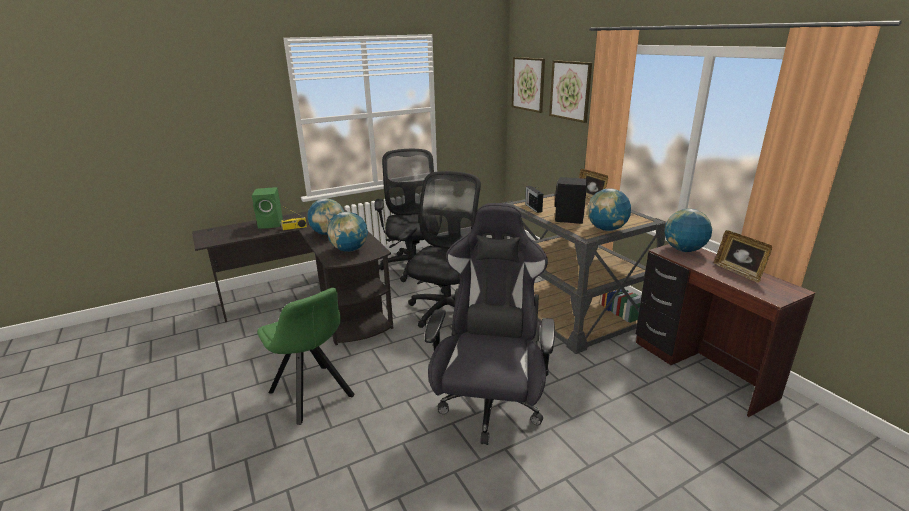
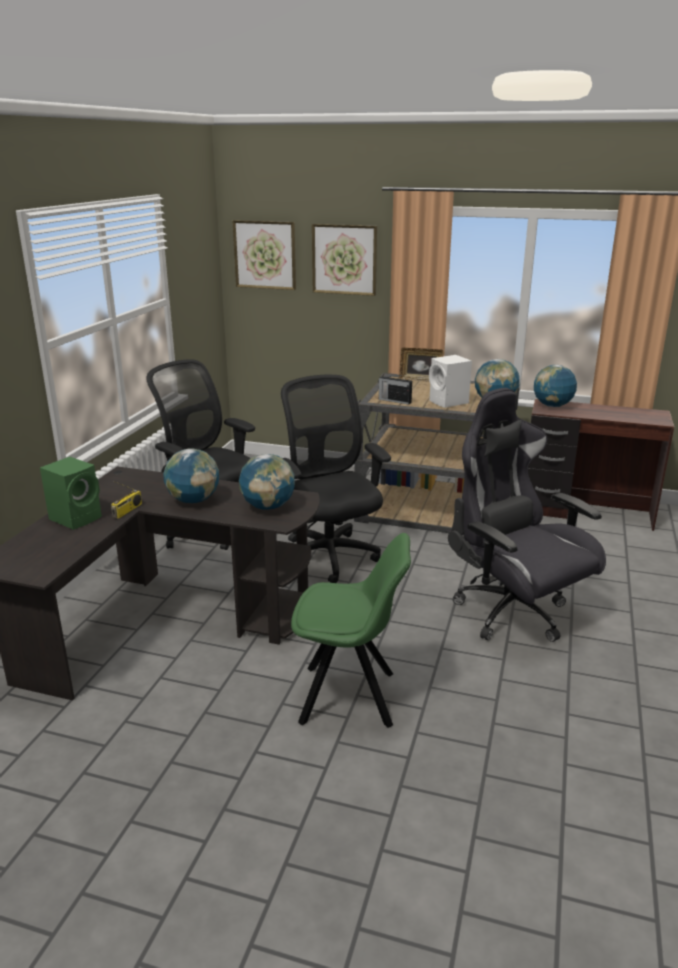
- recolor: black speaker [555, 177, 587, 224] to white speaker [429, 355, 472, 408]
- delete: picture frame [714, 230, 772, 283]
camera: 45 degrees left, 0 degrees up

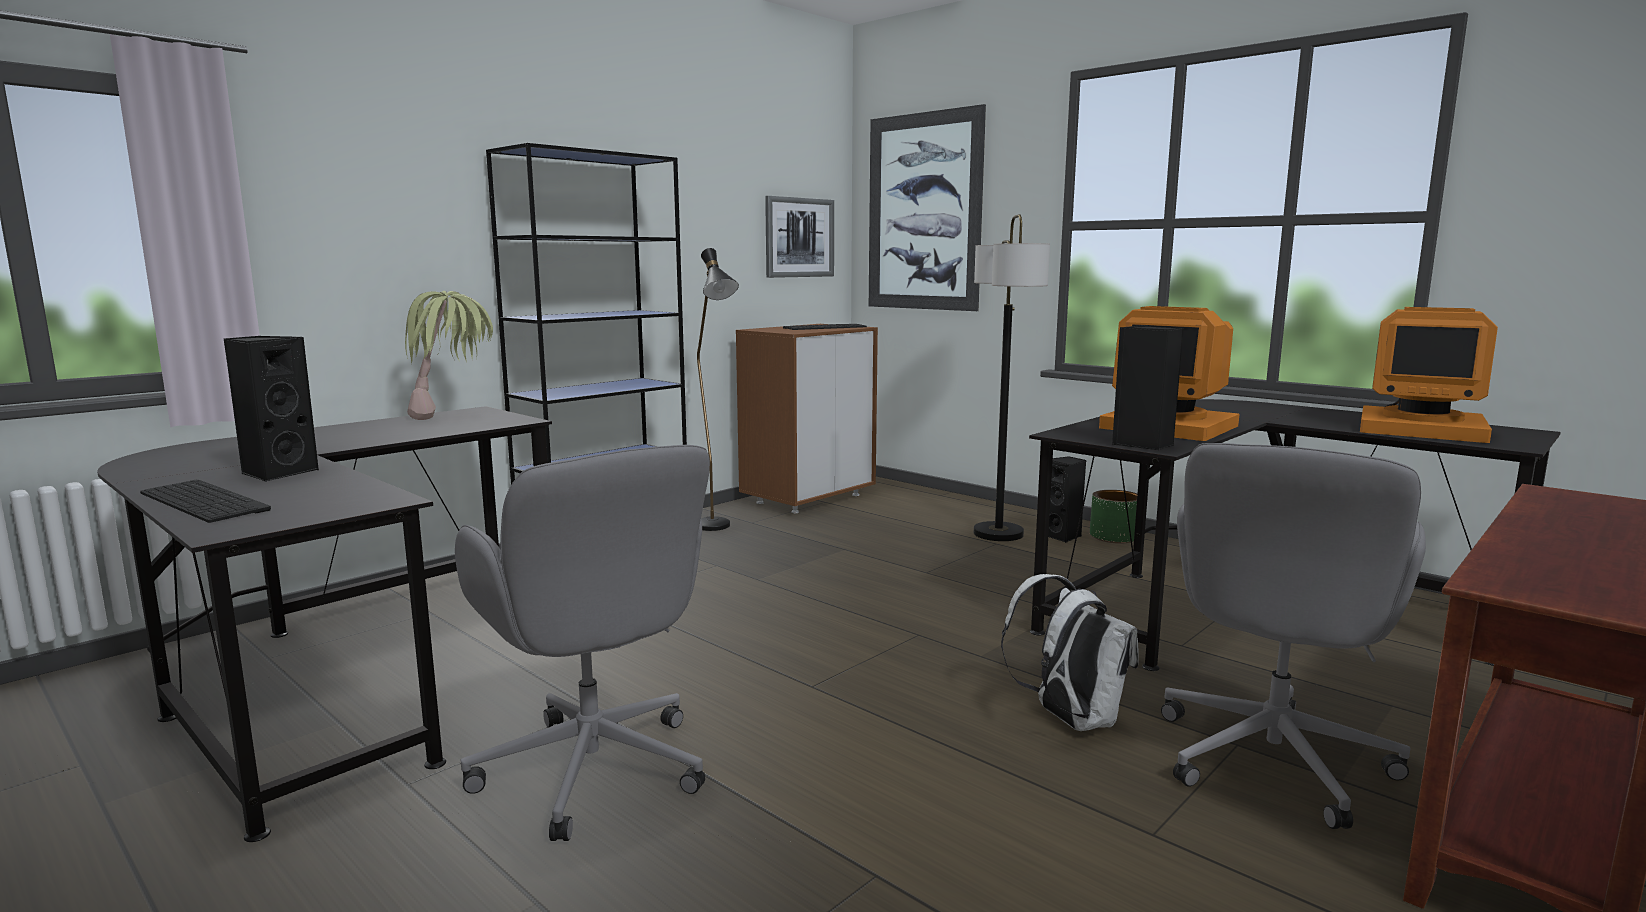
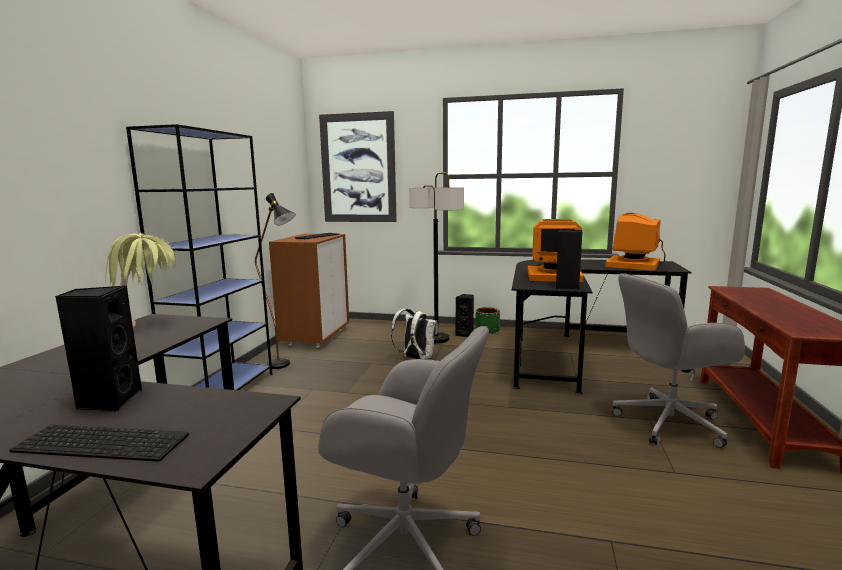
- delete: picture [765, 196, 834, 278]
- move: white backpack [1001, 574, 1139, 731] to [391, 309, 439, 359]
- rotate: grey office chair [1161, 443, 1426, 829] = [613, 273, 745, 448] 75 degrees clockwise
- rotate: monitor [1360, 307, 1498, 443] = [605, 213, 666, 271] 120 degrees clockwise
camera: 30 degrees left, 0 degrees up

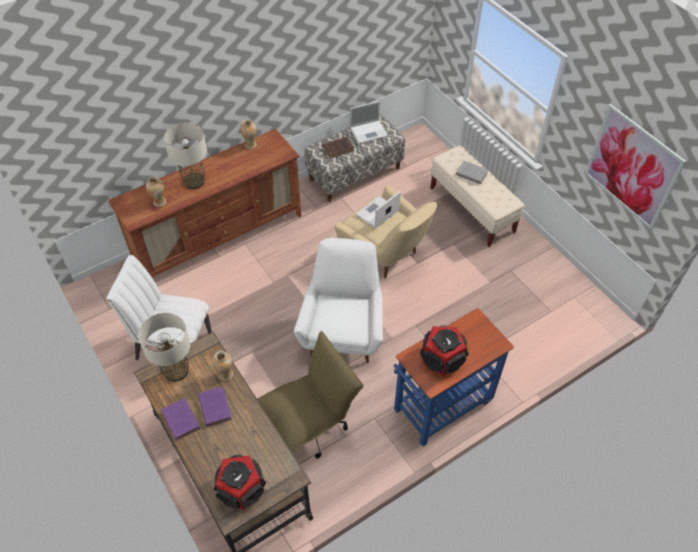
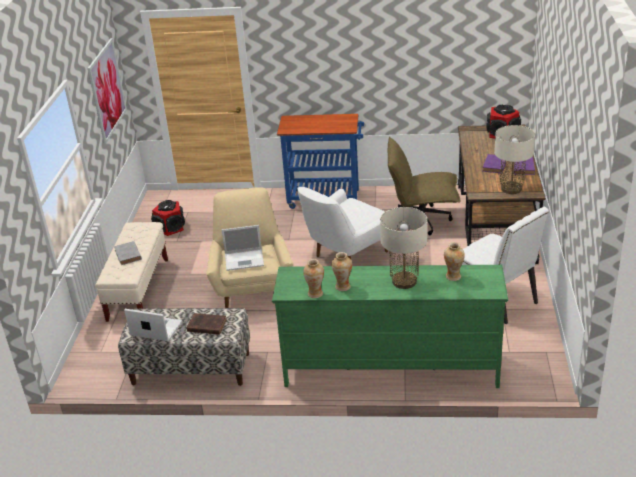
- recolor: brown dresser [108, 129, 301, 277] to green dresser [272, 265, 508, 388]
- move: vase [212, 351, 233, 381] to [332, 252, 352, 291]
- move: speaker [420, 326, 469, 376] to [151, 200, 185, 236]
camera: 140 degrees left, 20 degrees down

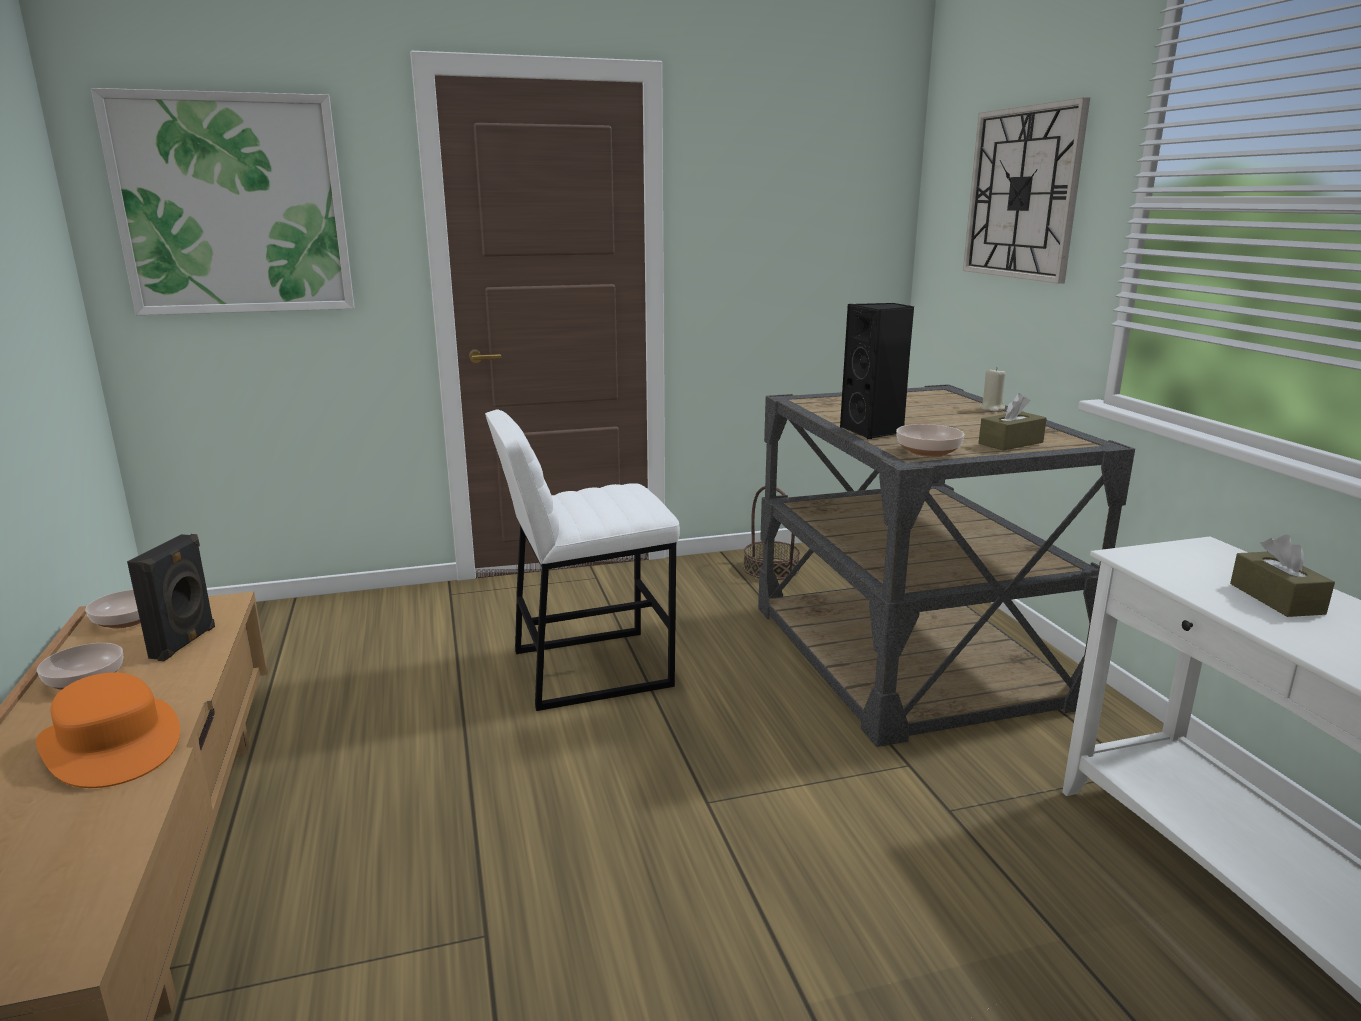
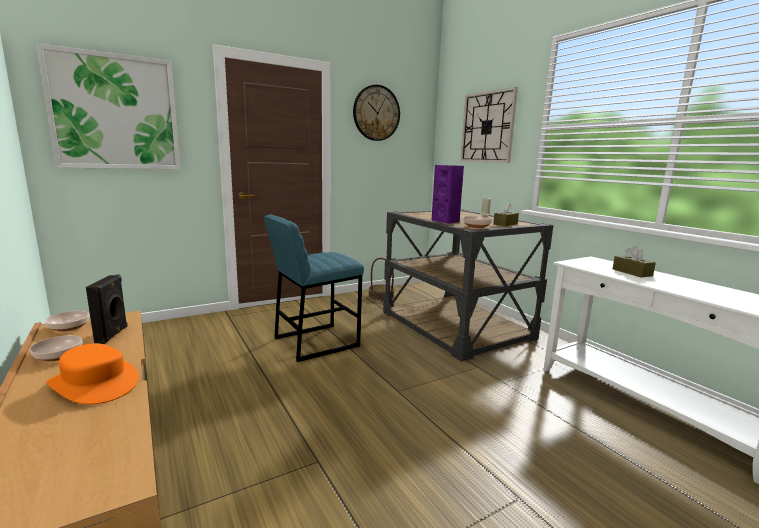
- recolor: white stool [485, 409, 680, 711] to blue stool [264, 214, 364, 362]
- recolor: black speaker [840, 303, 914, 439] to purple speaker [431, 165, 464, 224]
- insert: wall clock [353, 85, 400, 141]
camera: 15 degrees left, 5 degrees down

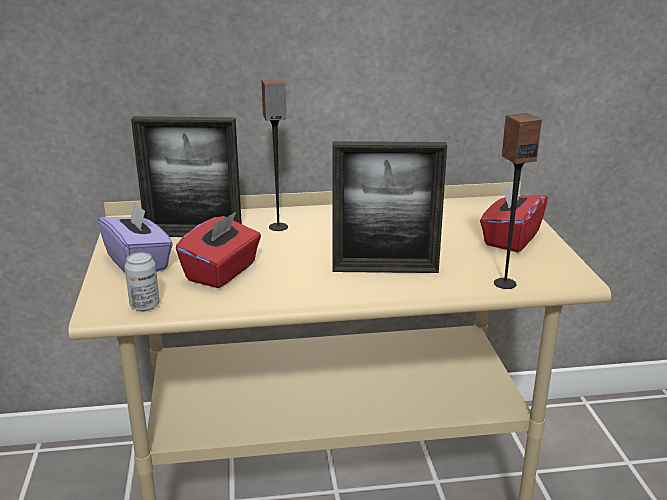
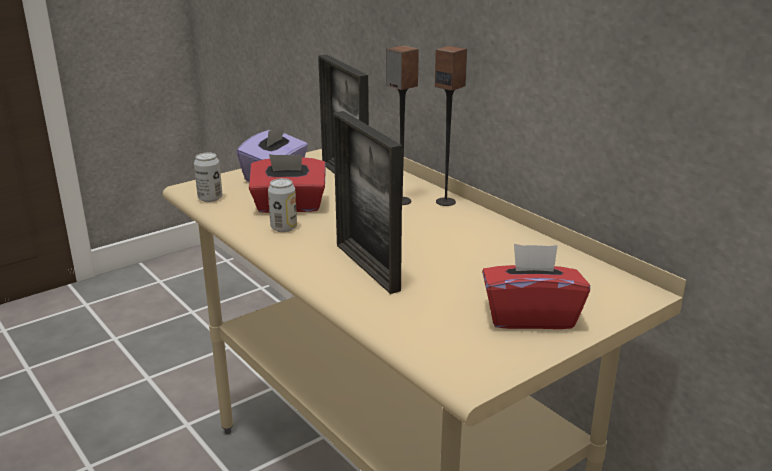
- move: speaker [494, 113, 542, 289] to [435, 46, 467, 206]
- insert: can [268, 178, 297, 232]
camera: 60 degrees right, 0 degrees up

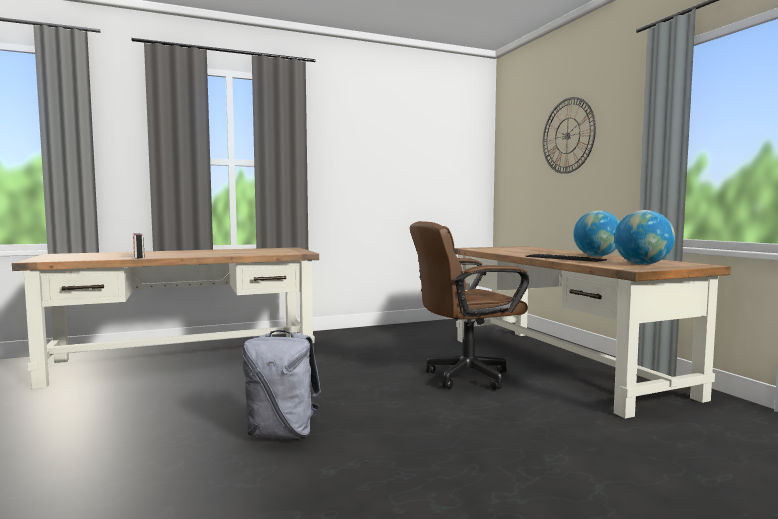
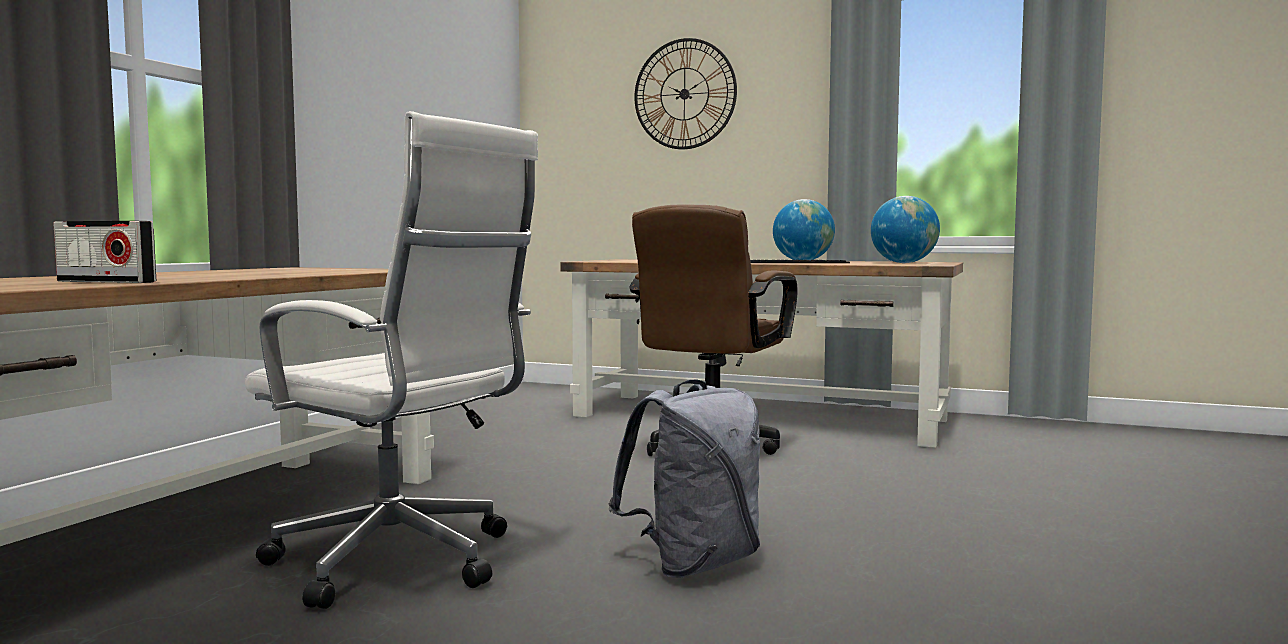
- insert: white office chair [245, 111, 538, 609]
camera: 45 degrees left, 0 degrees up

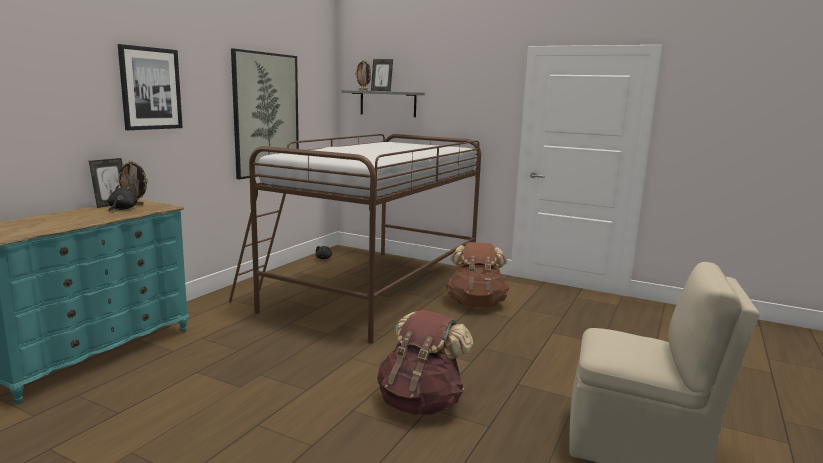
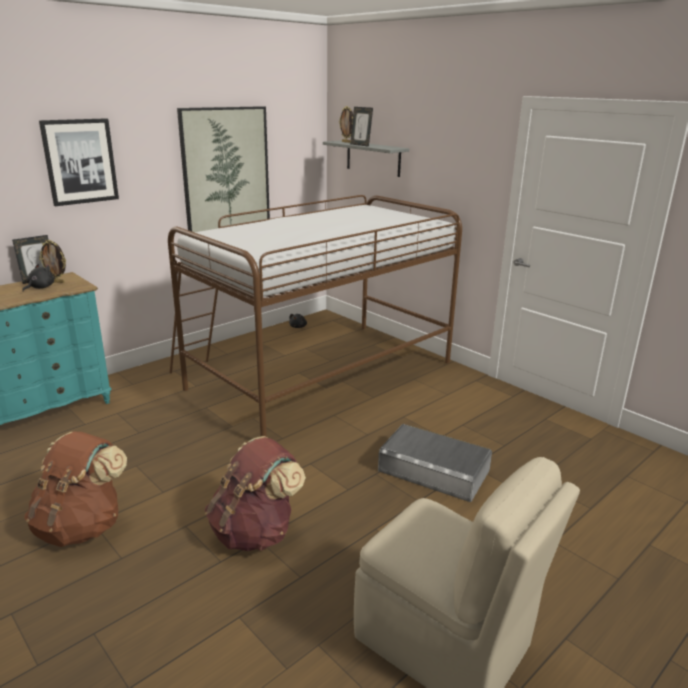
- move: brown backpack [446, 242, 509, 307] to [24, 432, 127, 547]
- insert: grey storage box [378, 424, 492, 502]
camera: 20 degrees right, 10 degrees up

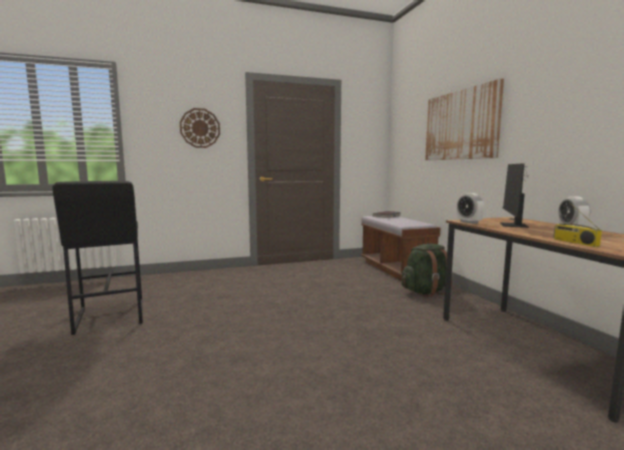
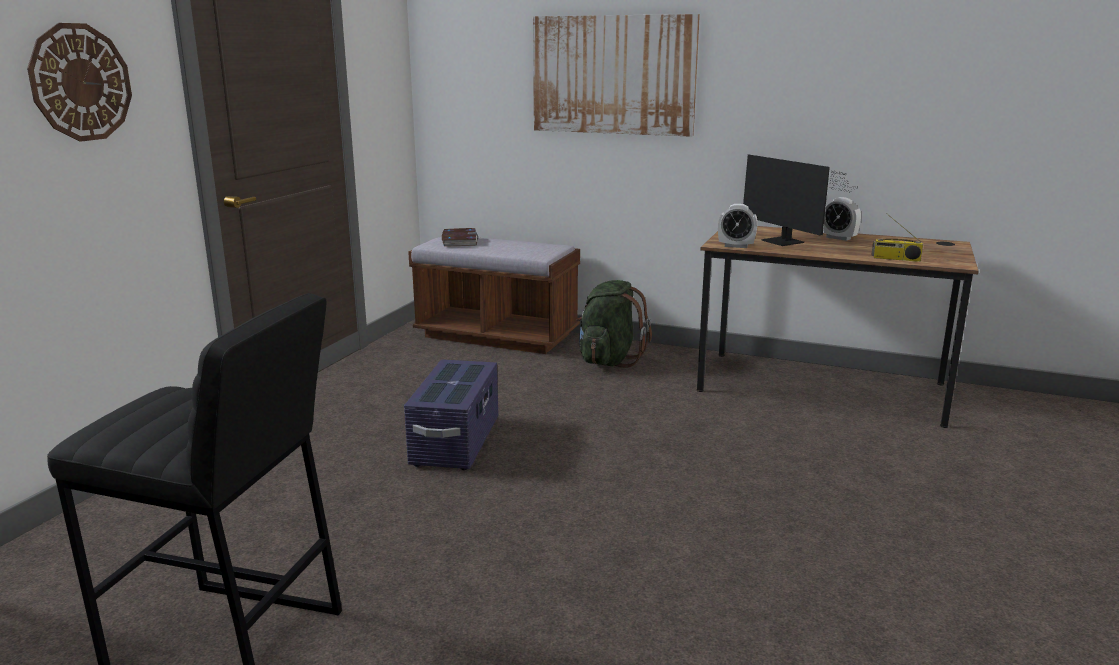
- insert: purple storage box [404, 359, 498, 470]
camera: 50 degrees left, 10 degrees up

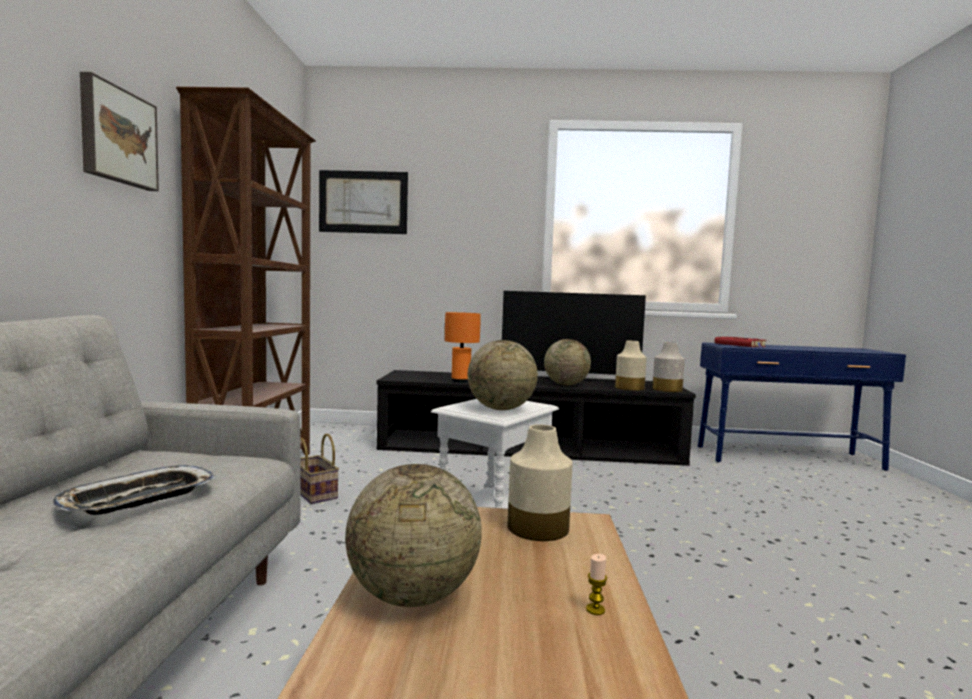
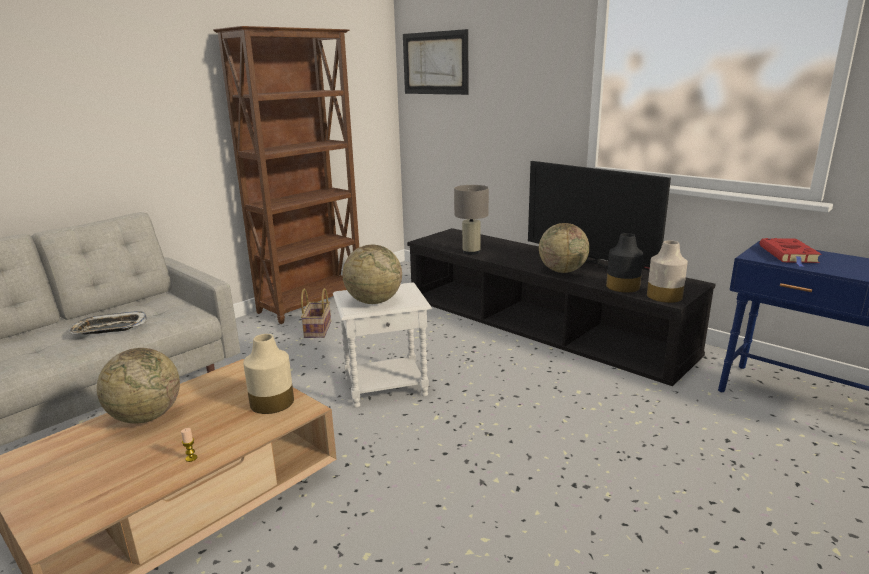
- delete: picture [80, 72, 159, 191]
- recolor: orange table lamp [445, 312, 481, 383] to grey table lamp [454, 185, 489, 255]
- recolor: beige vase [615, 341, 647, 391] to black vase [606, 233, 644, 293]
camera: 40 degrees right, 15 degrees up

